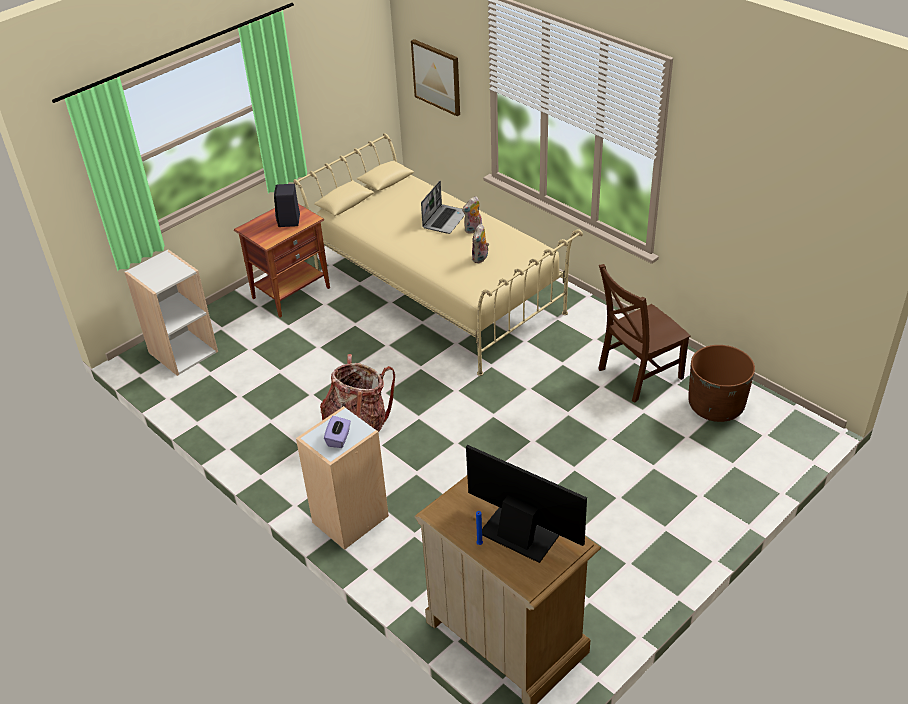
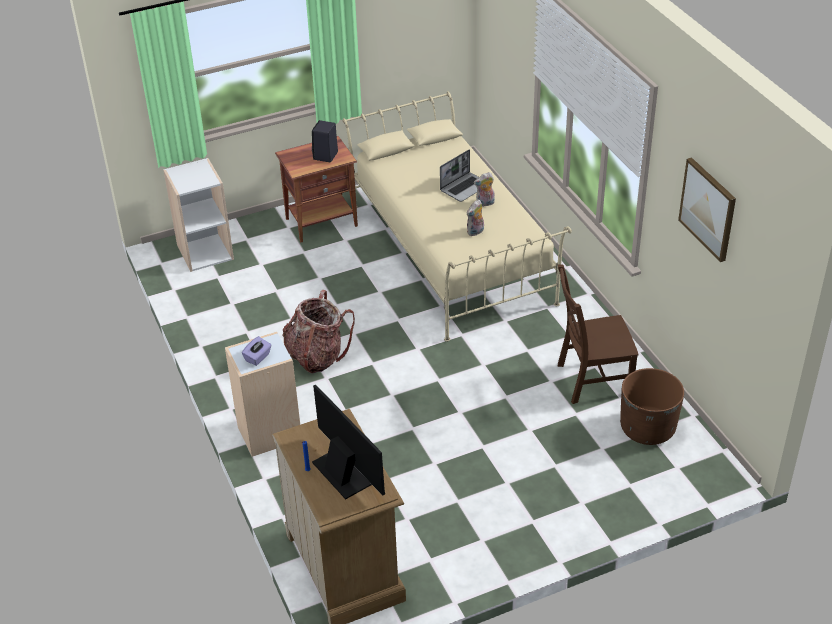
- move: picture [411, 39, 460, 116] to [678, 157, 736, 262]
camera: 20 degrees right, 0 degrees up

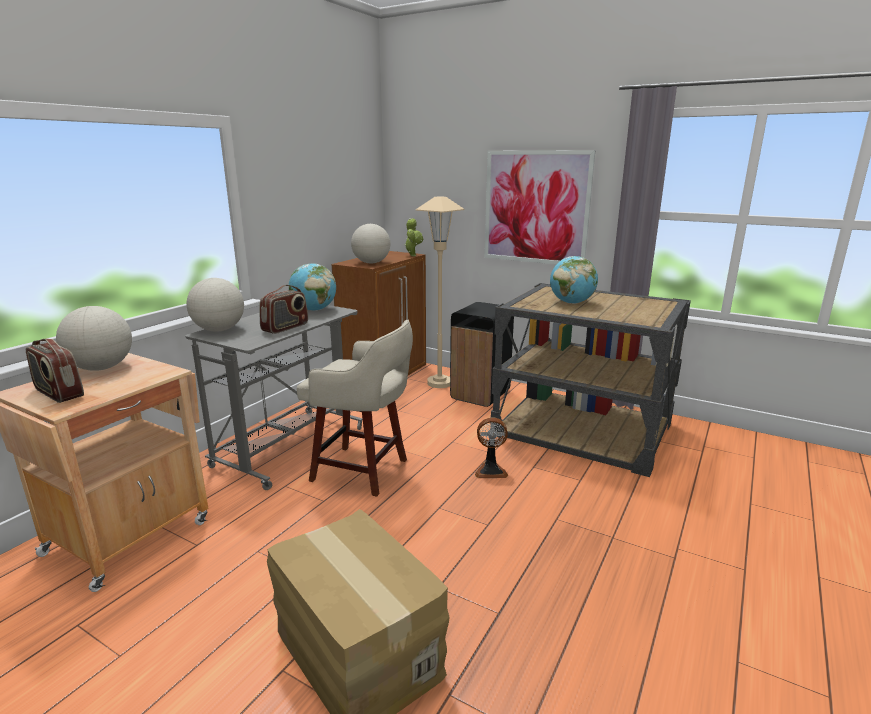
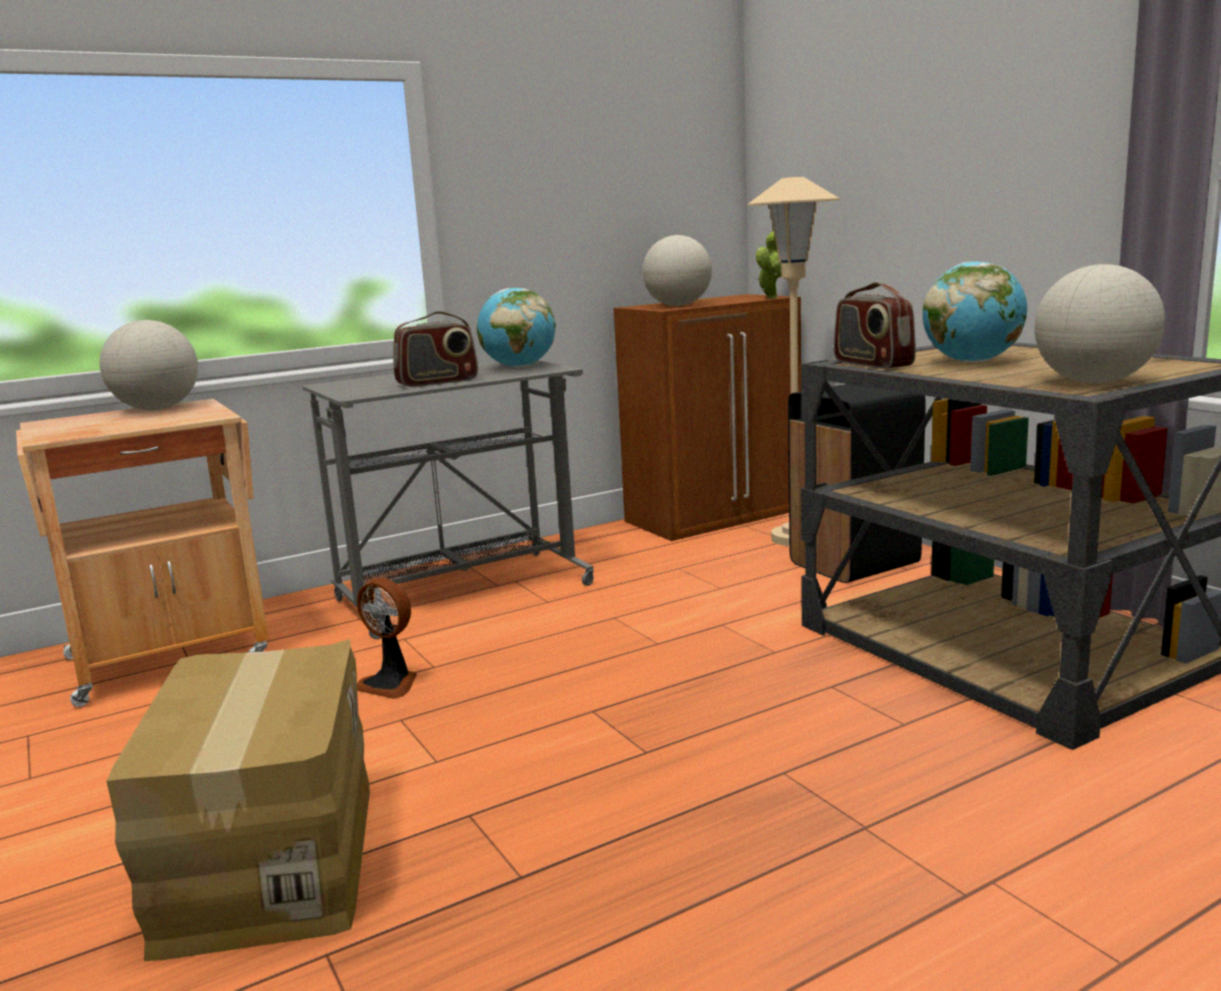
- move: radio [26, 339, 84, 403] to [834, 282, 916, 369]
- move: globe [187, 278, 244, 332] to [1034, 264, 1165, 384]
- delete: beige stool [297, 320, 413, 497]
- move: fan [475, 417, 508, 478] to [357, 578, 417, 699]
- delete: picture [484, 150, 595, 264]
camera: 30 degrees right, 5 degrees down

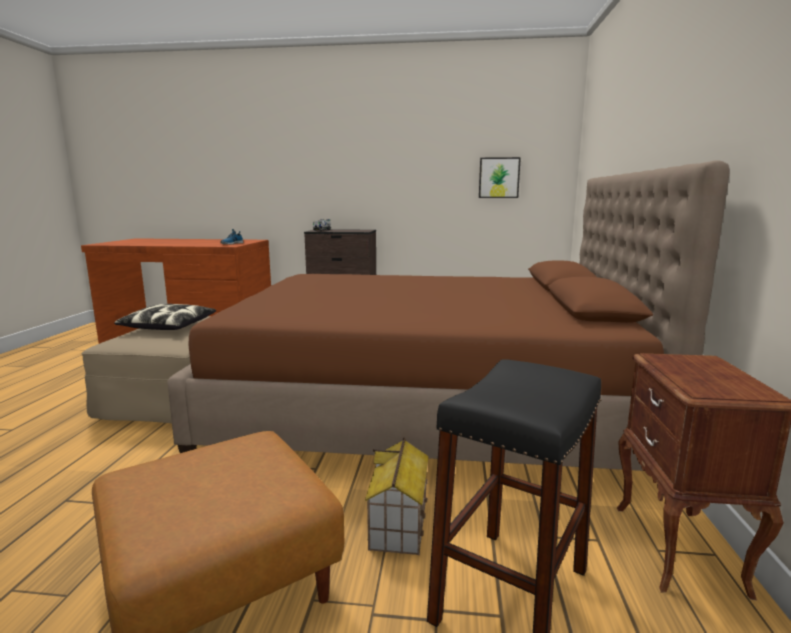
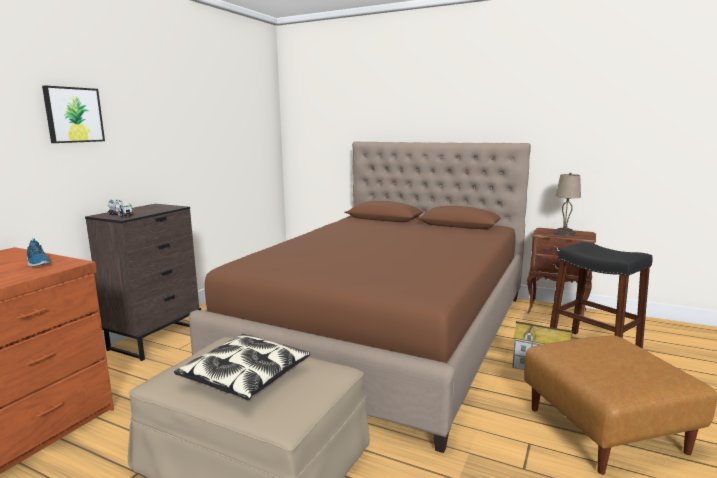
- move: picture [479, 157, 521, 198] to [42, 86, 105, 143]
- insert: beige table lamp [553, 173, 581, 236]
camera: 70 degrees left, 0 degrees up

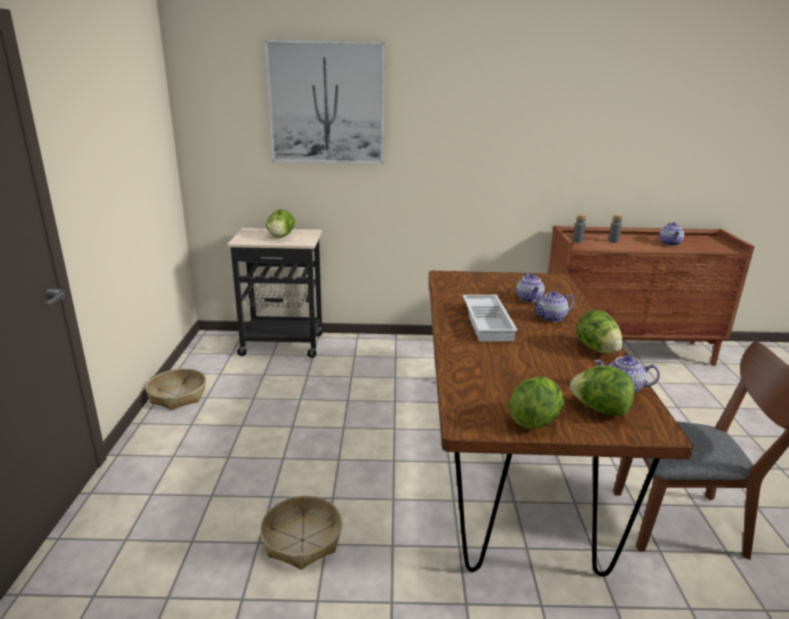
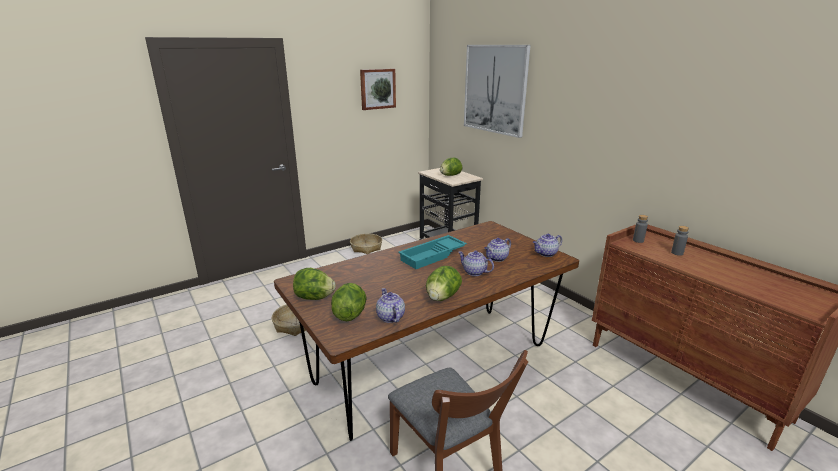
- recolor: white tray [463, 295, 518, 342] to turquoise tray [398, 235, 467, 269]
- move: teapot [660, 222, 684, 246] to [533, 234, 562, 257]
- insert: picture [360, 69, 396, 110]
camera: 55 degrees right, 0 degrees up

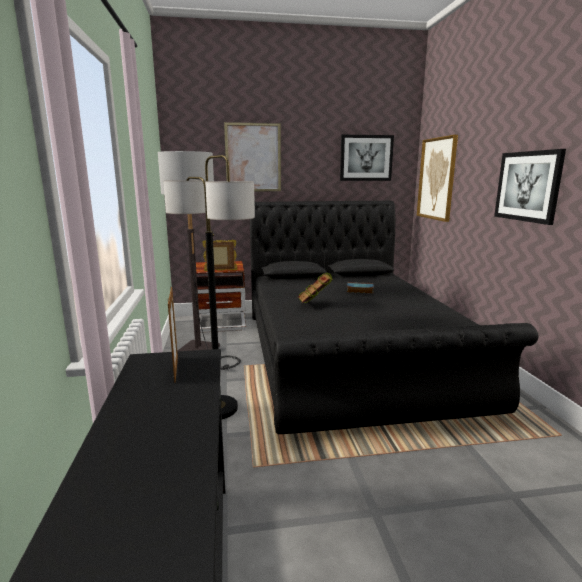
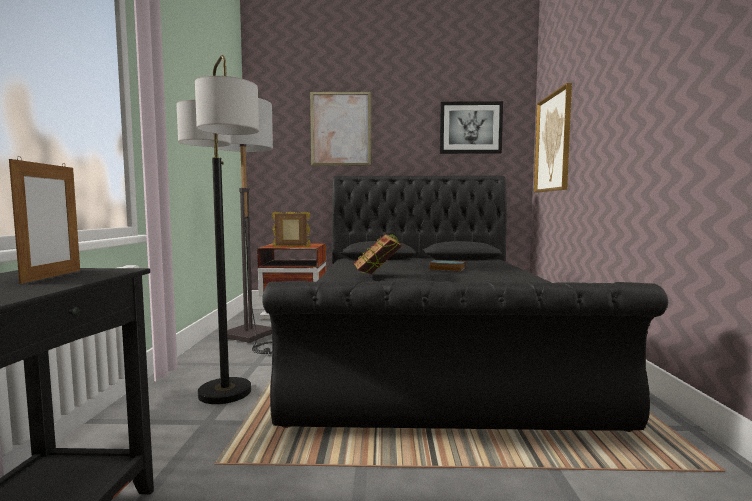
- delete: picture [494, 149, 566, 225]
camera: 10 degrees right, 10 degrees down

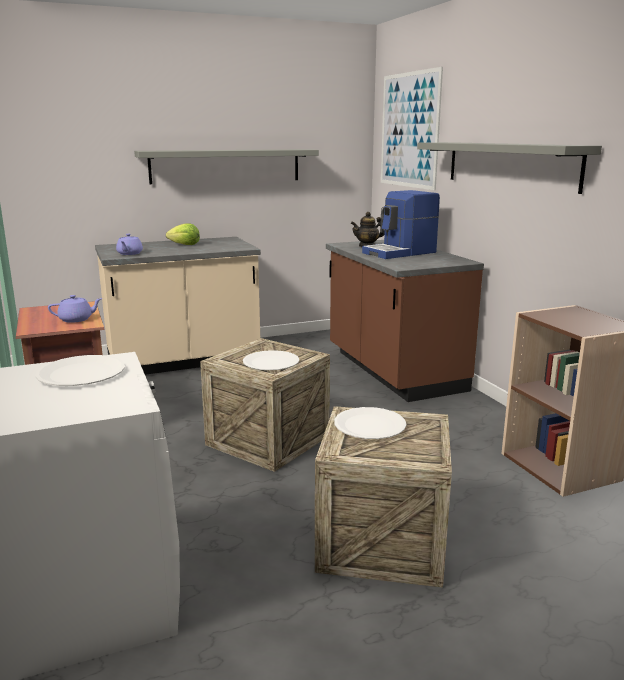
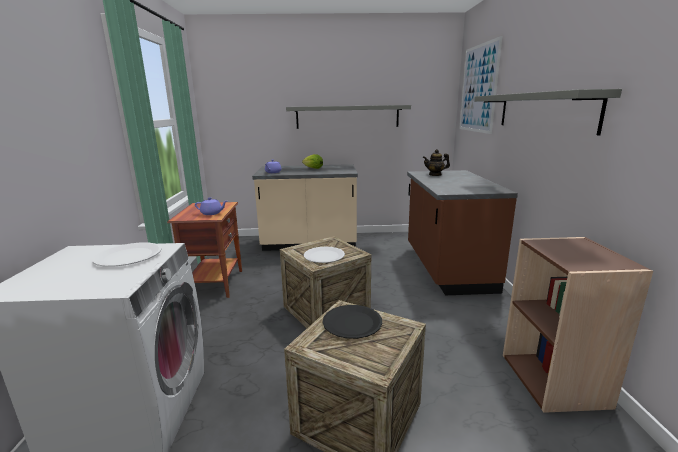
- recolor: white plate [334, 407, 407, 439] to black plate [323, 305, 382, 339]
- delete: coffee machine [362, 190, 440, 259]
camera: 20 degrees right, 0 degrees up

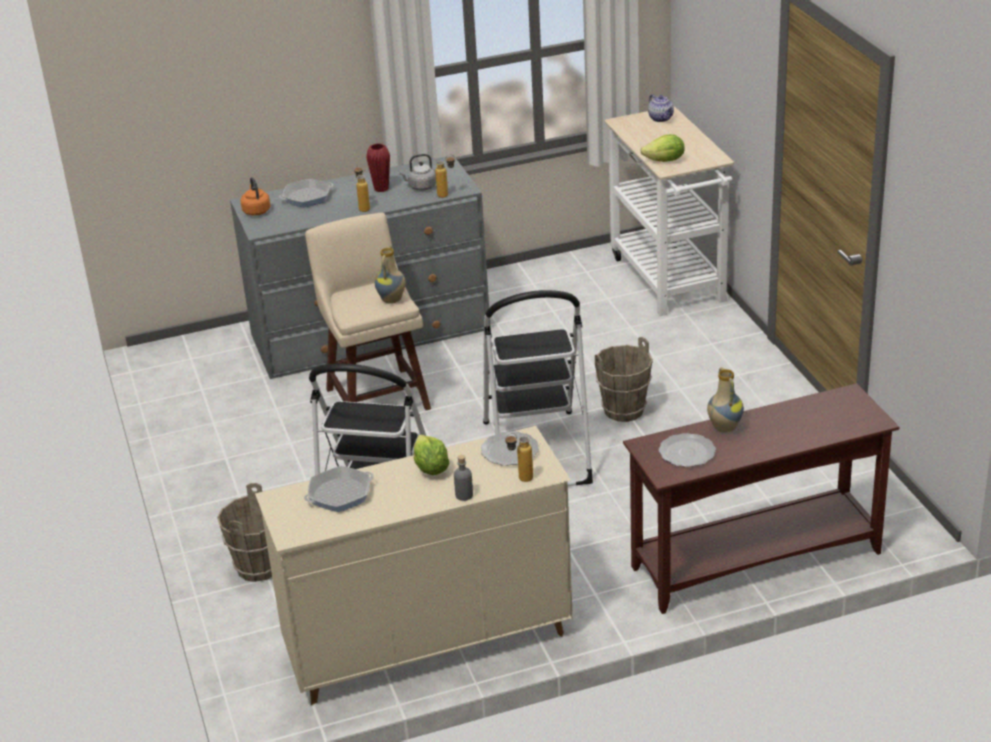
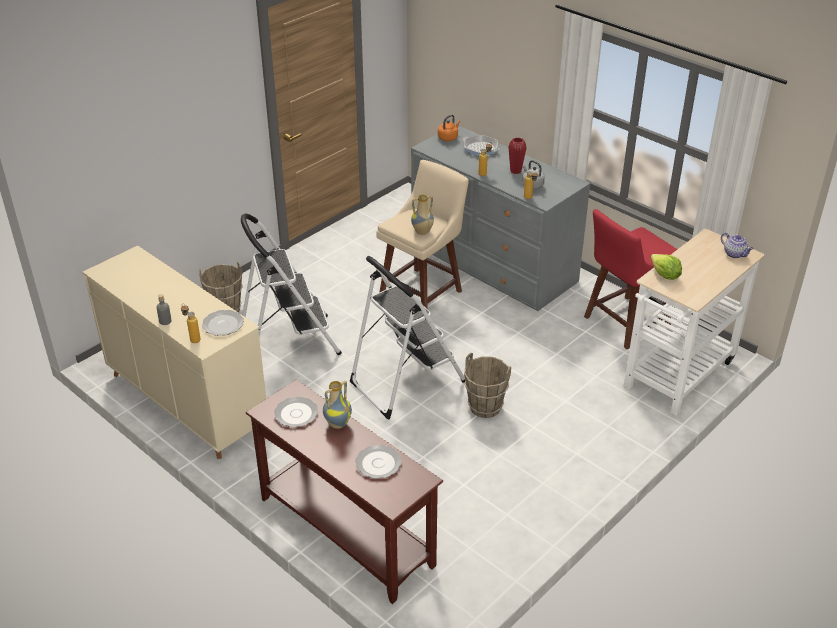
- delete: frying pan [304, 466, 374, 512]
- delete: lettuce [414, 435, 449, 475]
- rotate: teapot [648, 94, 674, 122] = [721, 233, 754, 258] 75 degrees counterclockwise
- insert: plate [355, 445, 402, 479]
- insert: red stool [584, 209, 677, 349]
camera: 60 degrees right, 5 degrees up

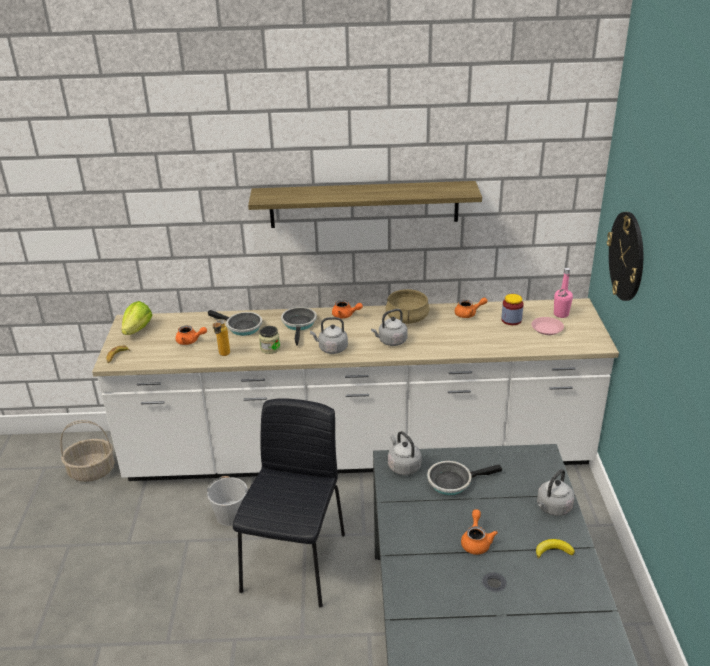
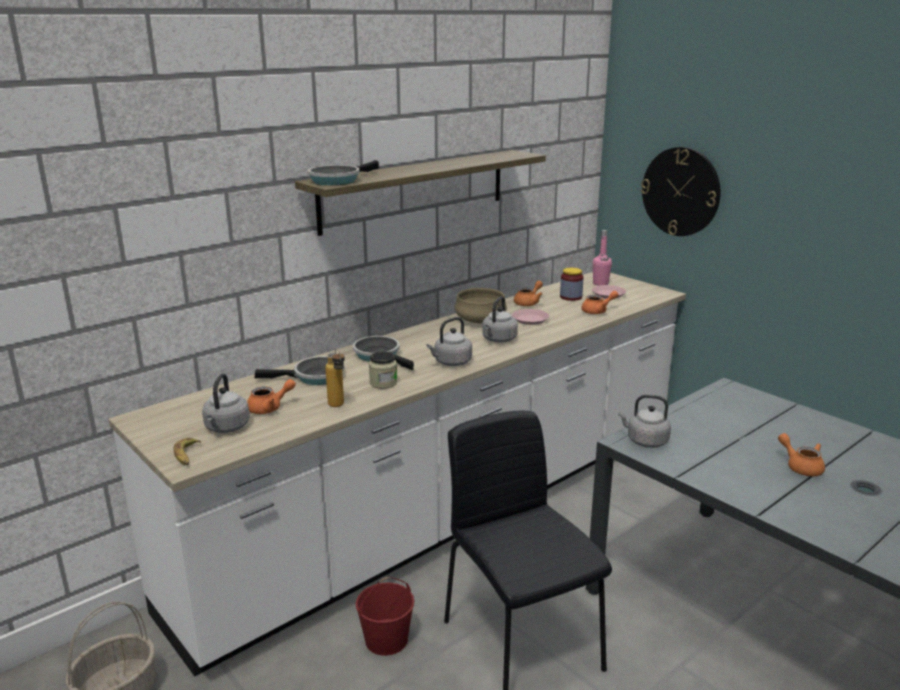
- delete: lettuce [121, 301, 152, 335]
- recolor: white bucket [207, 476, 248, 526] to red bucket [356, 577, 414, 656]
- move: orange teapot [332, 300, 363, 318] to [582, 291, 618, 314]
- move: frying pan [427, 461, 502, 495] to [308, 160, 379, 185]
- delete: banana [536, 539, 575, 558]
- move: grey kettle [537, 469, 575, 516] to [202, 373, 250, 433]
- insert: pink plate [512, 309, 549, 325]
camera: 40 degrees left, 10 degrees down

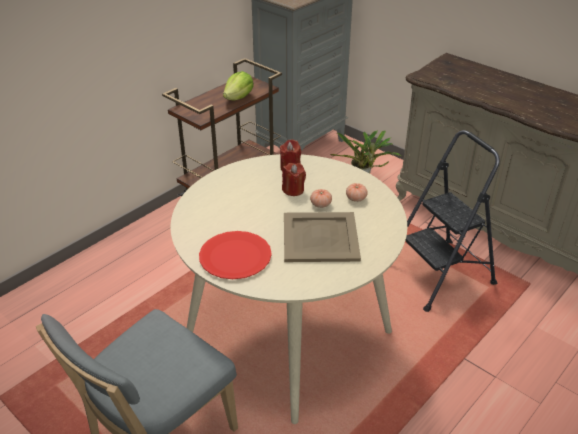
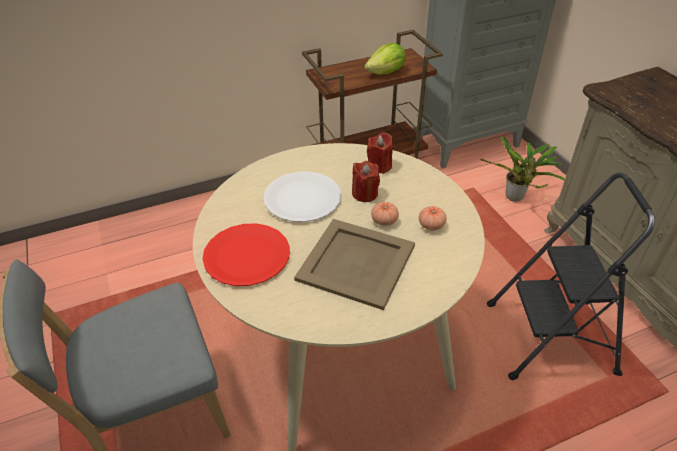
- insert: white plate [263, 171, 341, 222]
camera: 25 degrees right, 5 degrees up

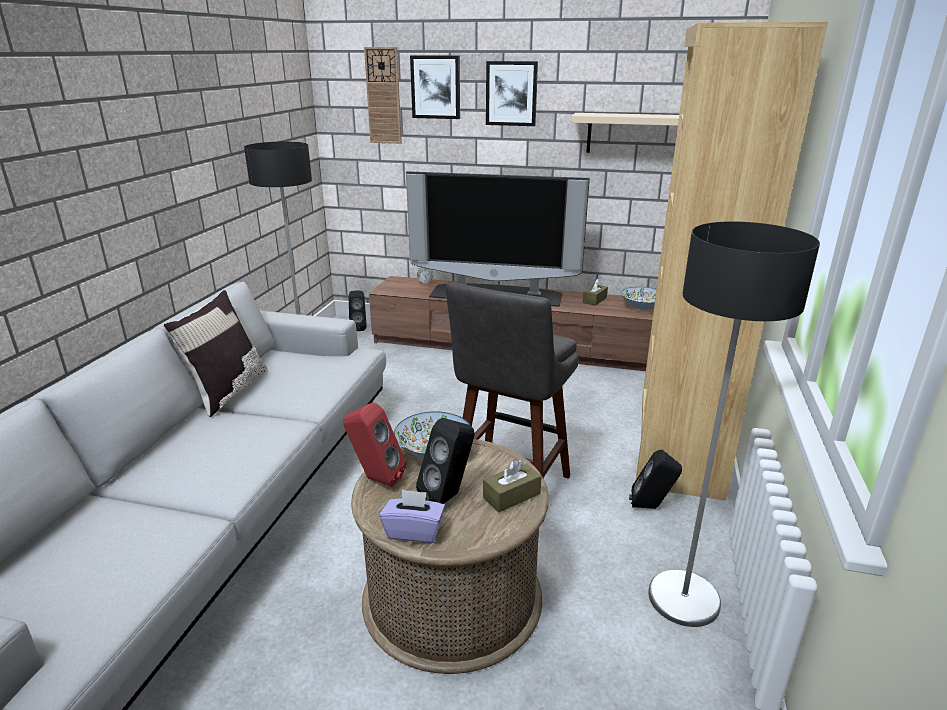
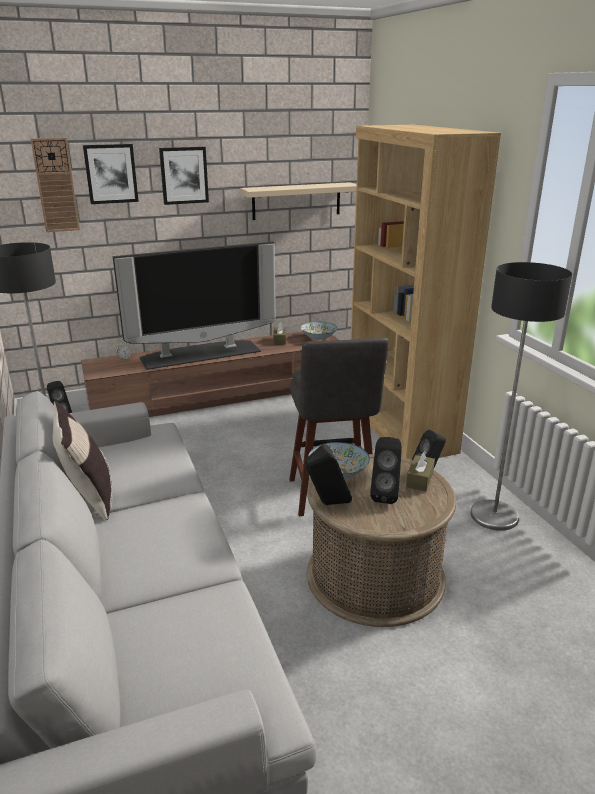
- recolor: red speaker [343, 402, 406, 487] to black speaker [305, 444, 352, 505]
- delete: purple tissue box [379, 489, 445, 543]
camera: 35 degrees left, 0 degrees up

